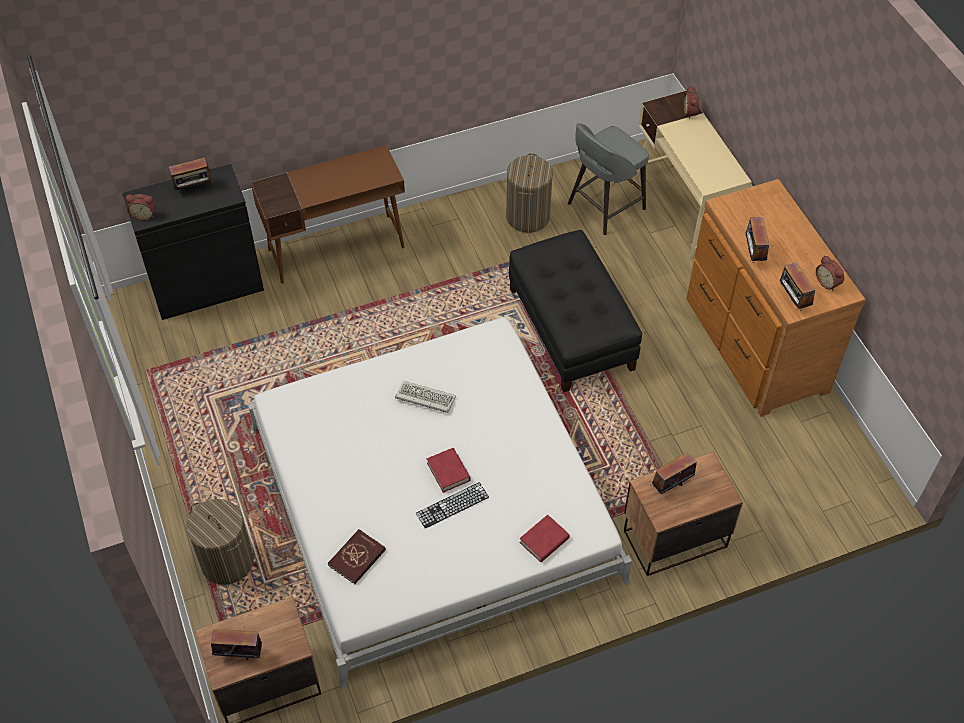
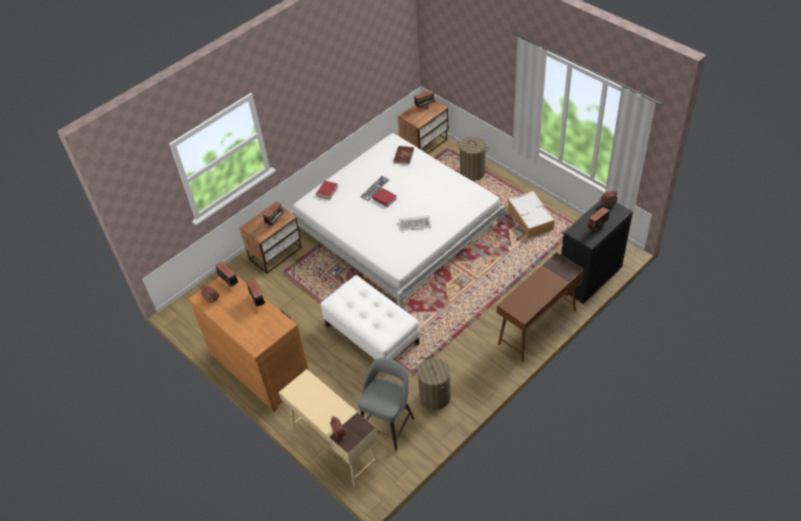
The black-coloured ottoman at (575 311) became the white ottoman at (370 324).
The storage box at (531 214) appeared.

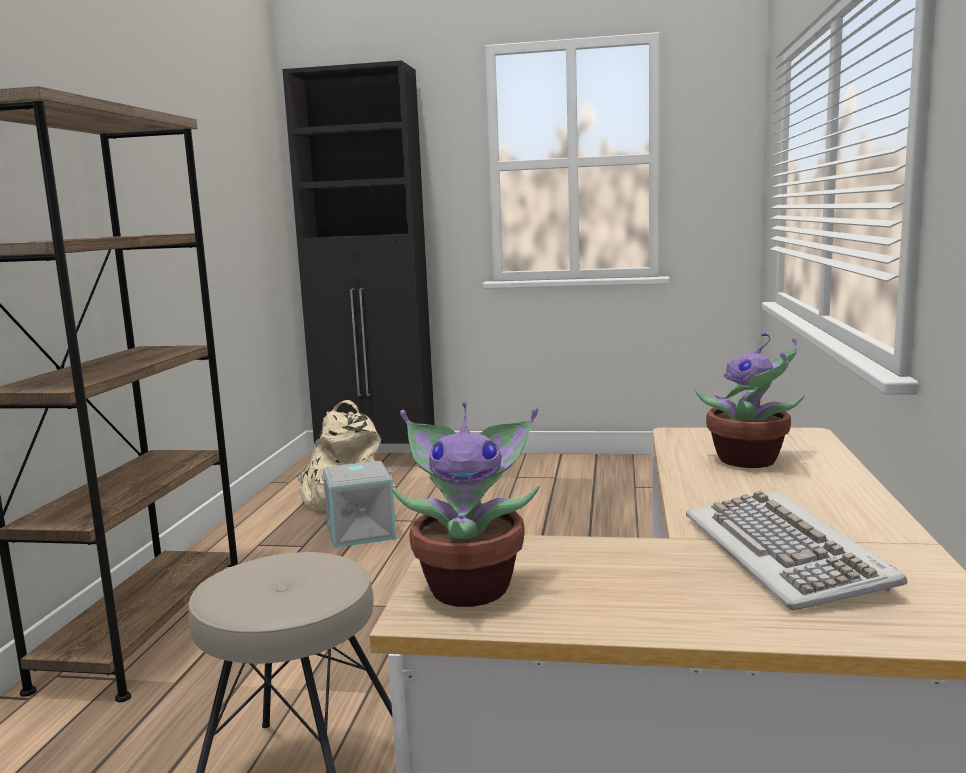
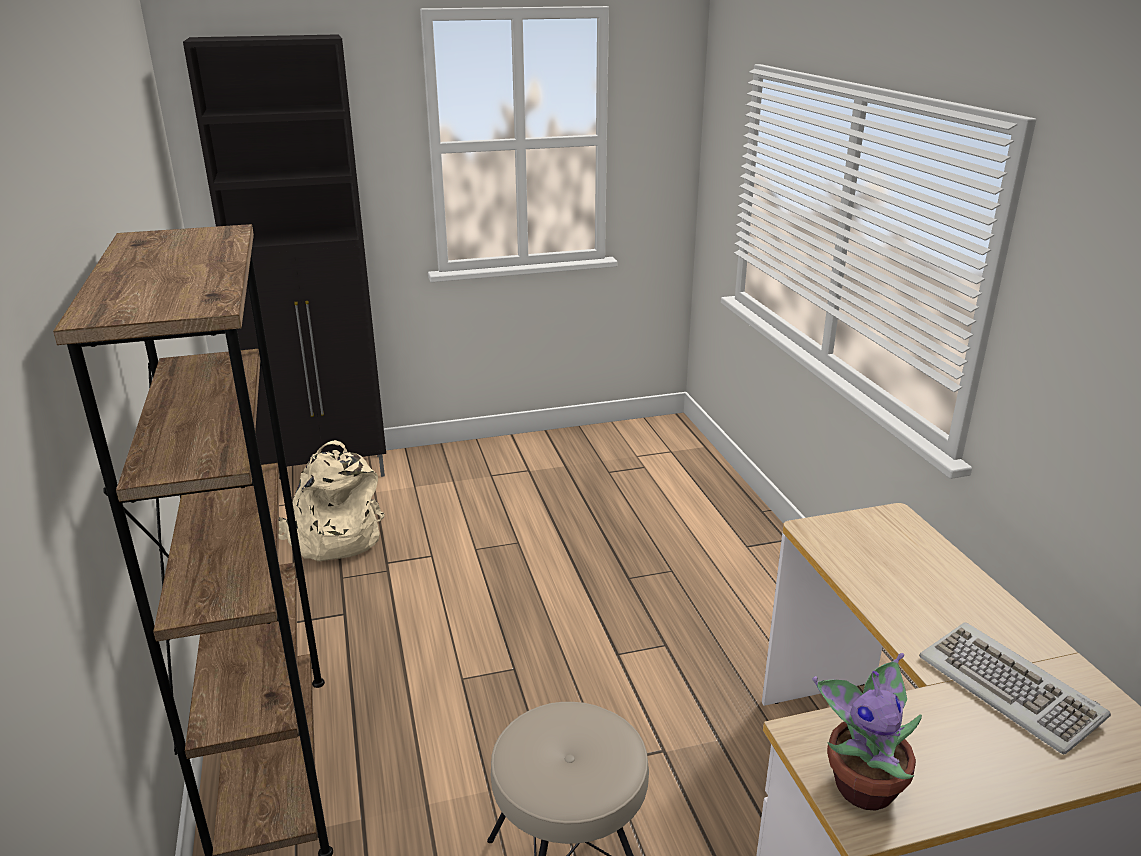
The grey storage box at (358 504) disappeared.
The potted plant at (749 400) disappeared.

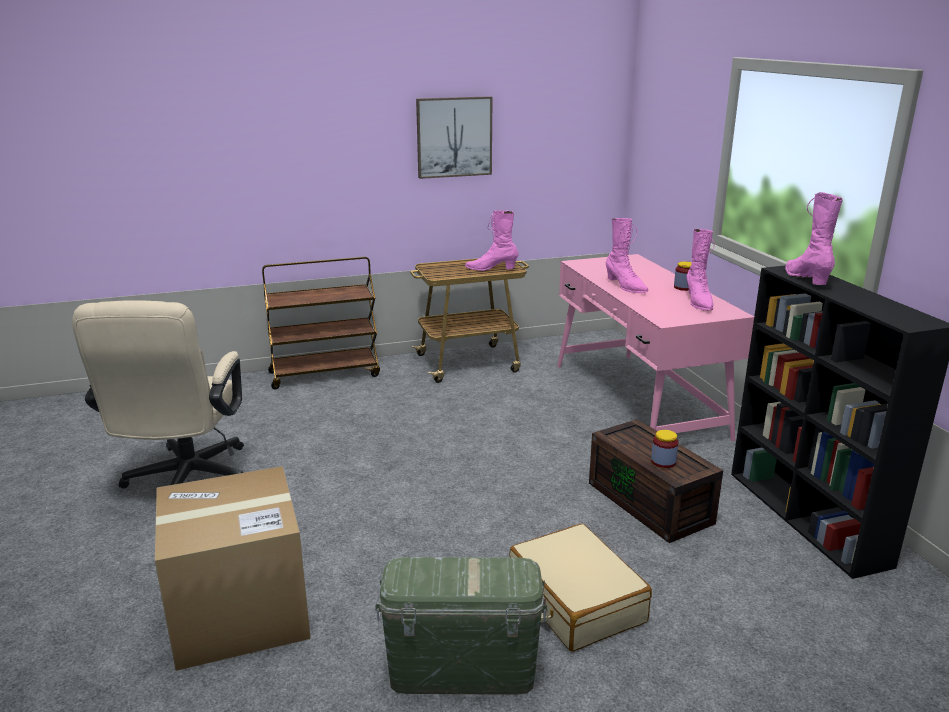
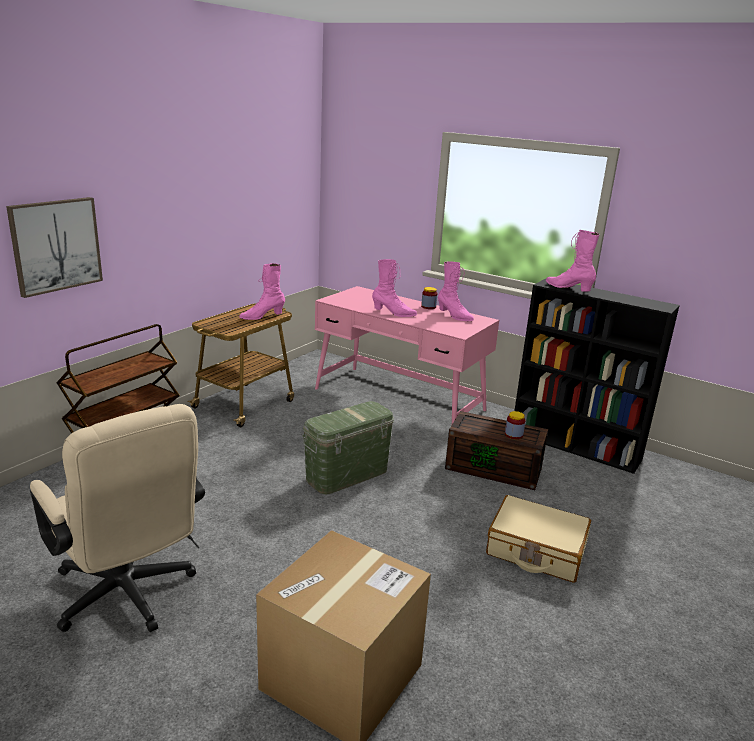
The greenish storage box moved from (461 626) to (348 448).
The wall picture moved from (454 137) to (54 247).

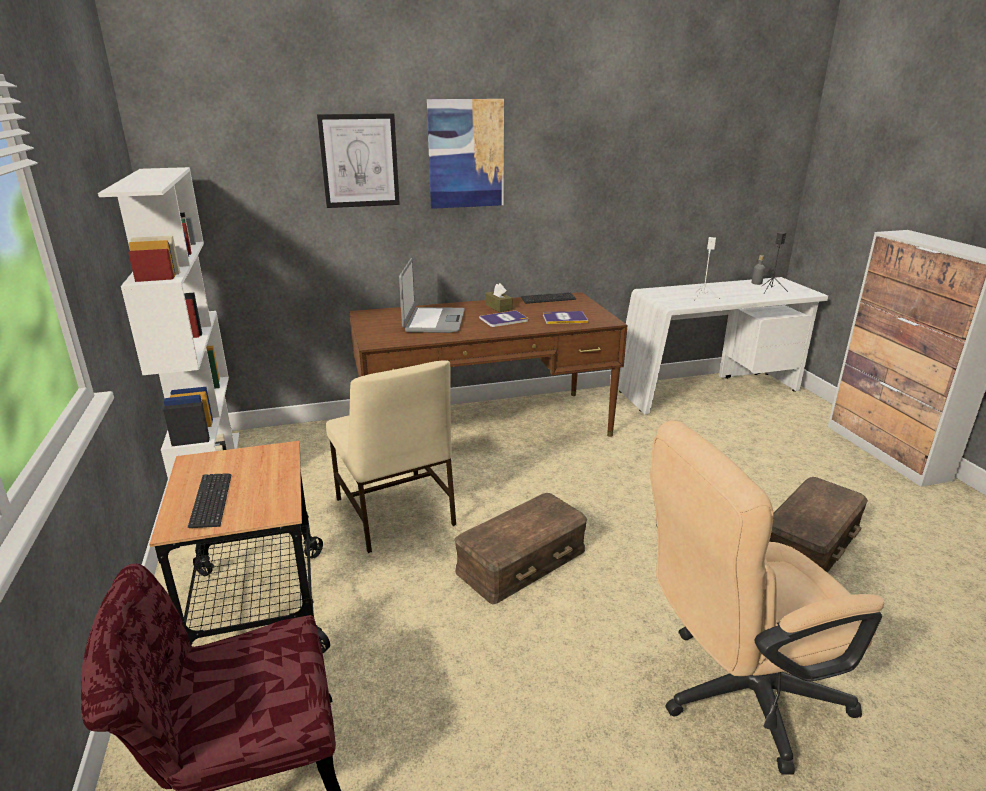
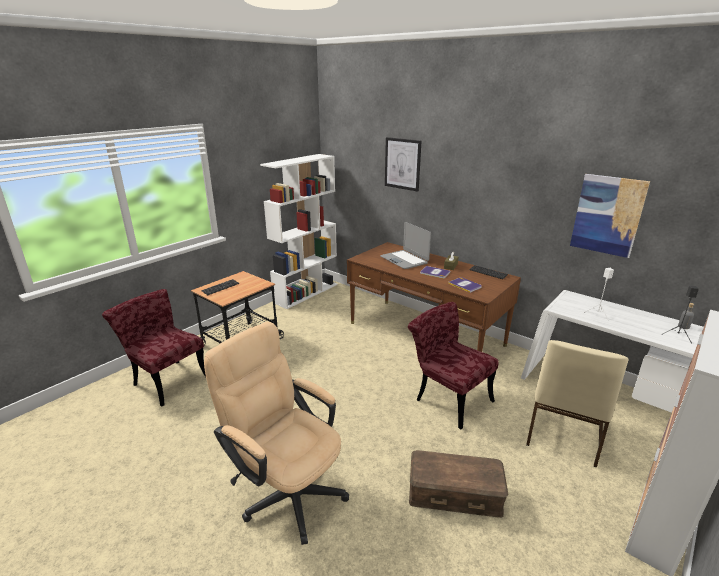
The beige plain chair moved from (391 456) to (577 404).
The laptop at (432 295) turned 90 degrees clockwise.
The wall picture moved from (465 154) to (610 216).
The brown-coloured storage box at (521 548) disappeared.
The red-coloured plain chair at (453 365) appeared.

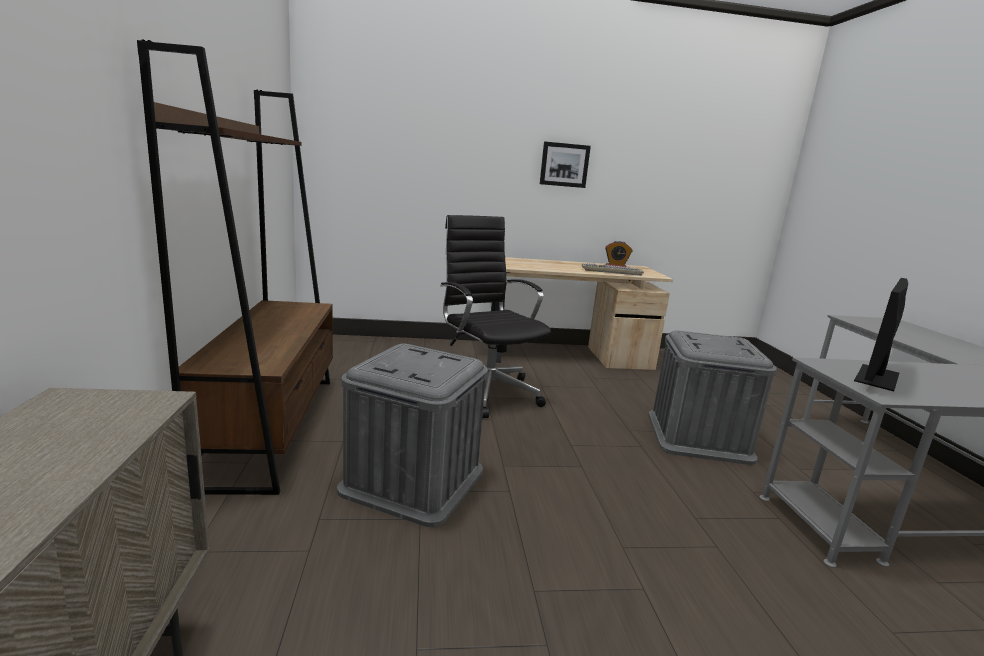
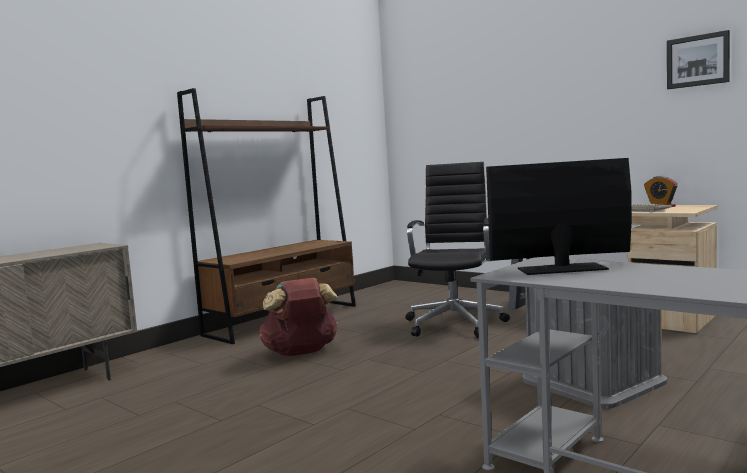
The grey storage box at (412 435) was replaced by the brown-coloured rucksack at (298 317).
The wall picture moved from (565 165) to (698 59).

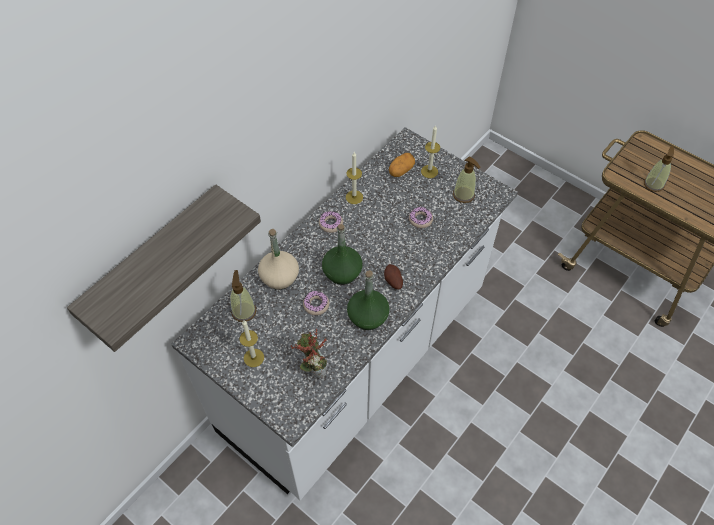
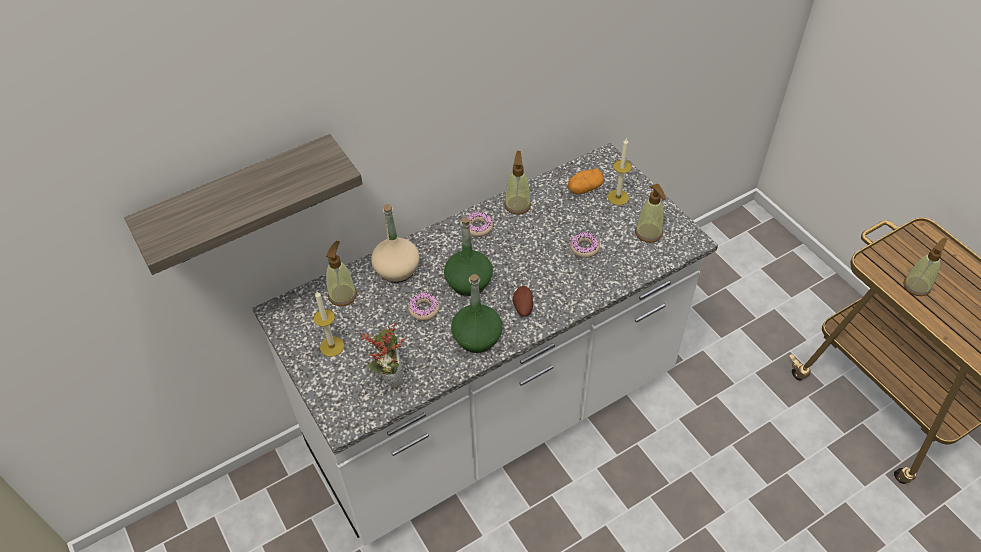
The wax light at (354 178) was replaced by the soap dispenser at (517 183).

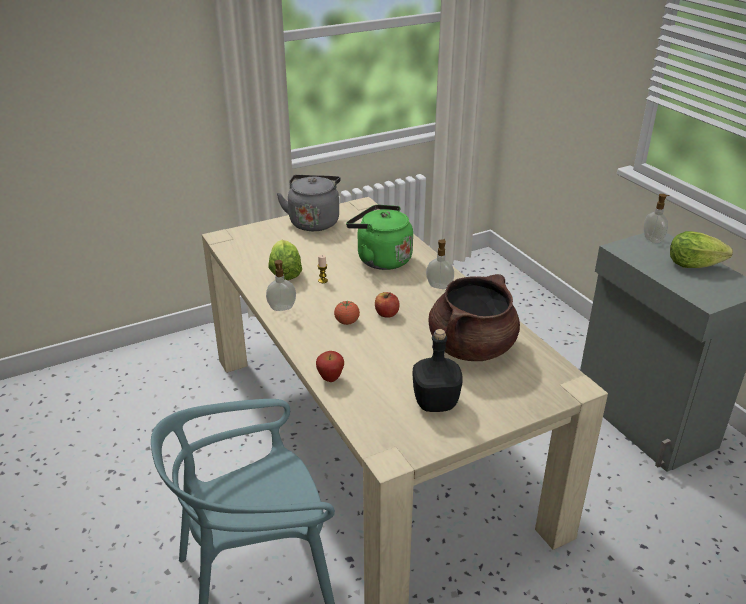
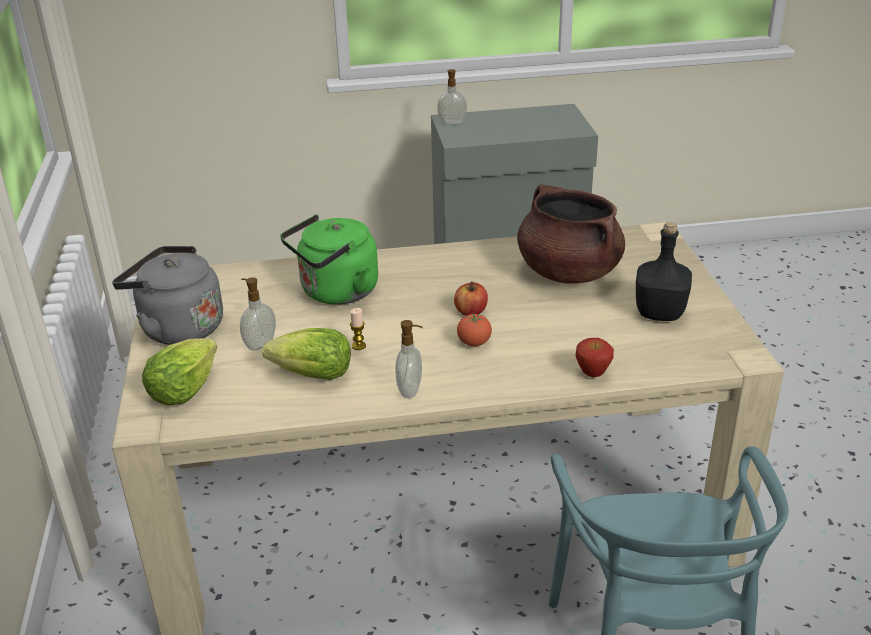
The soap dispenser moved from (440 264) to (258 314).
The lettuce head moved from (701 249) to (179 371).

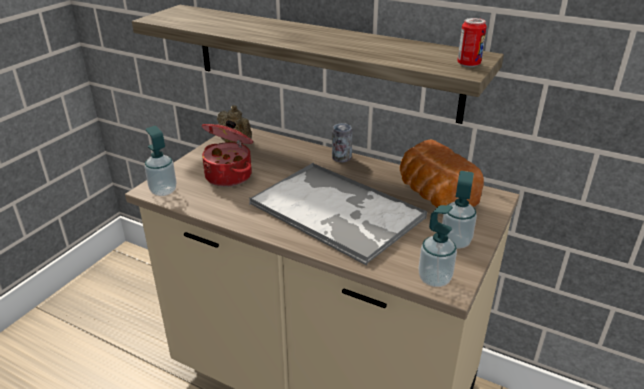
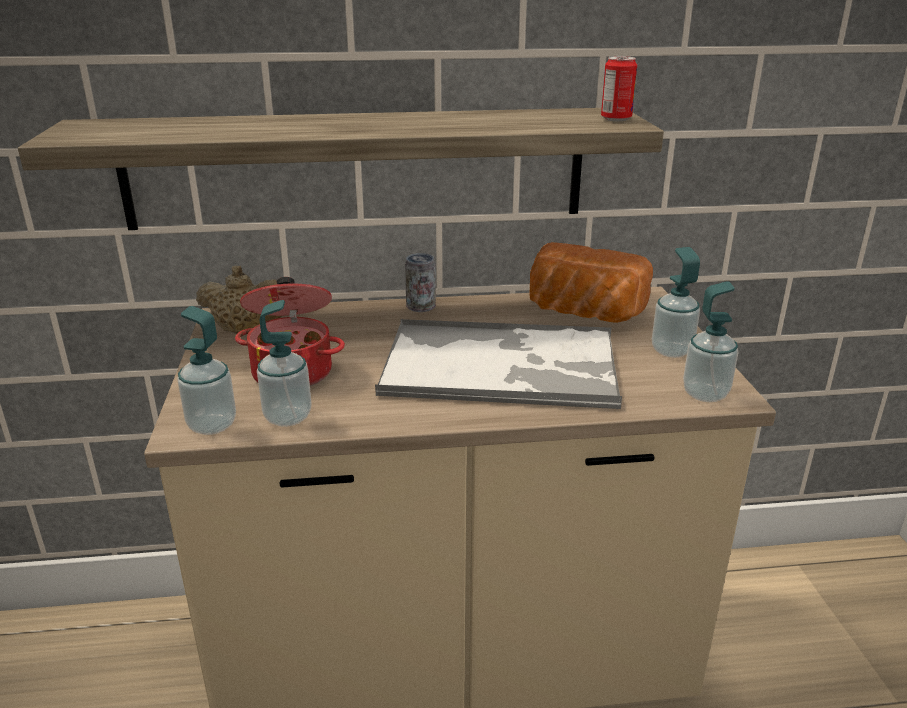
The soap dispenser at (284 363) appeared.

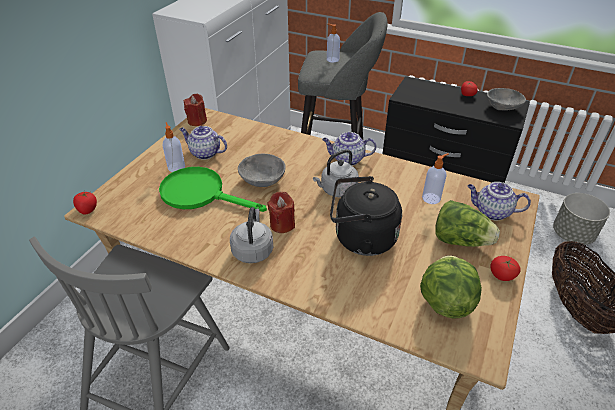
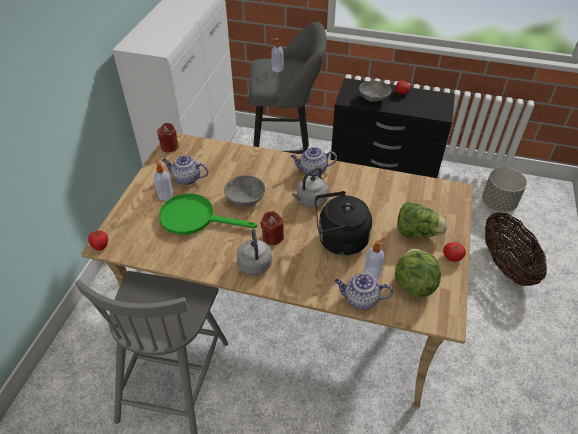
The soap dispenser moved from (435 178) to (374 258).
The teapot moved from (499 201) to (363 291).
The grey serving bowl moved from (506 99) to (375 91).

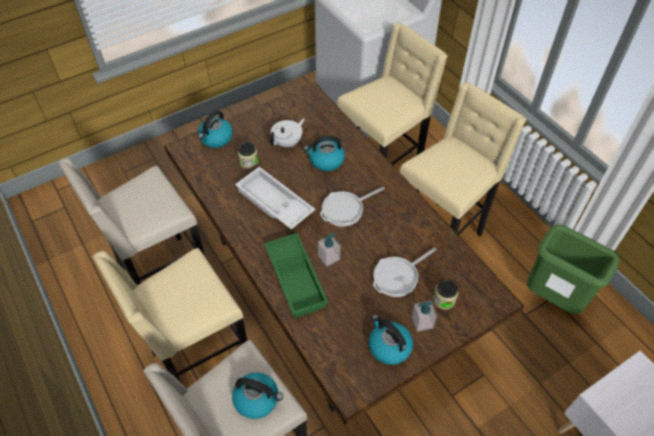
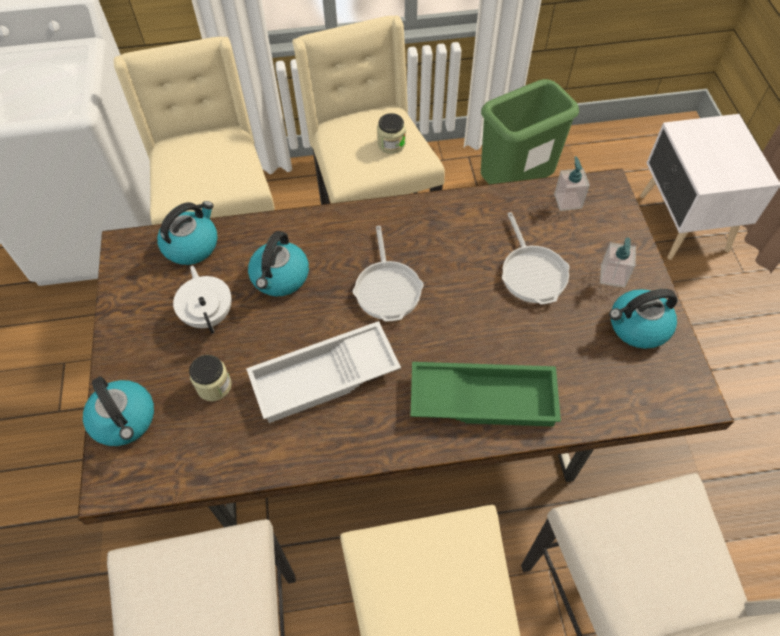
The water kettle moved from (257 395) to (187 233).
The soap dispenser moved from (329 250) to (572 184).
The storage jar moved from (445 295) to (391 133).

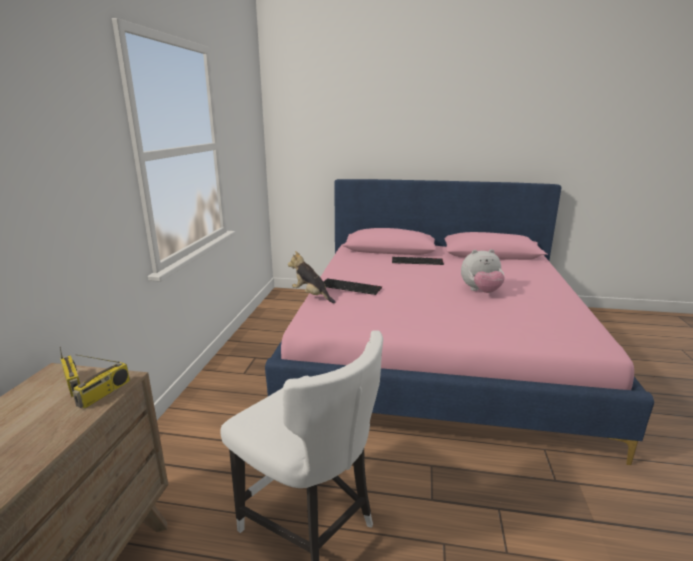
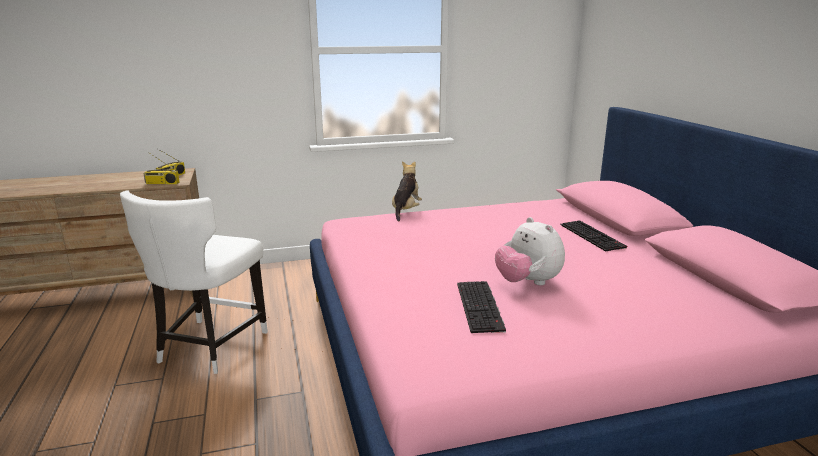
The keyboard moved from (353 287) to (481 307).

